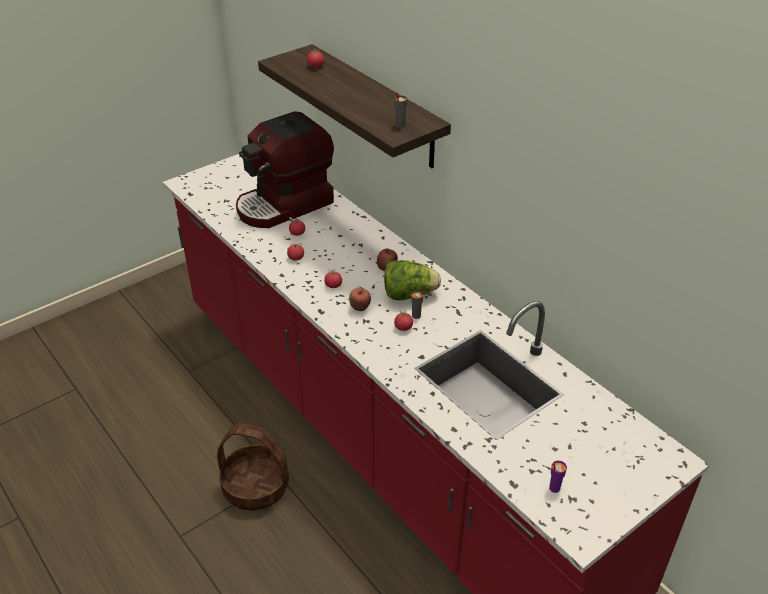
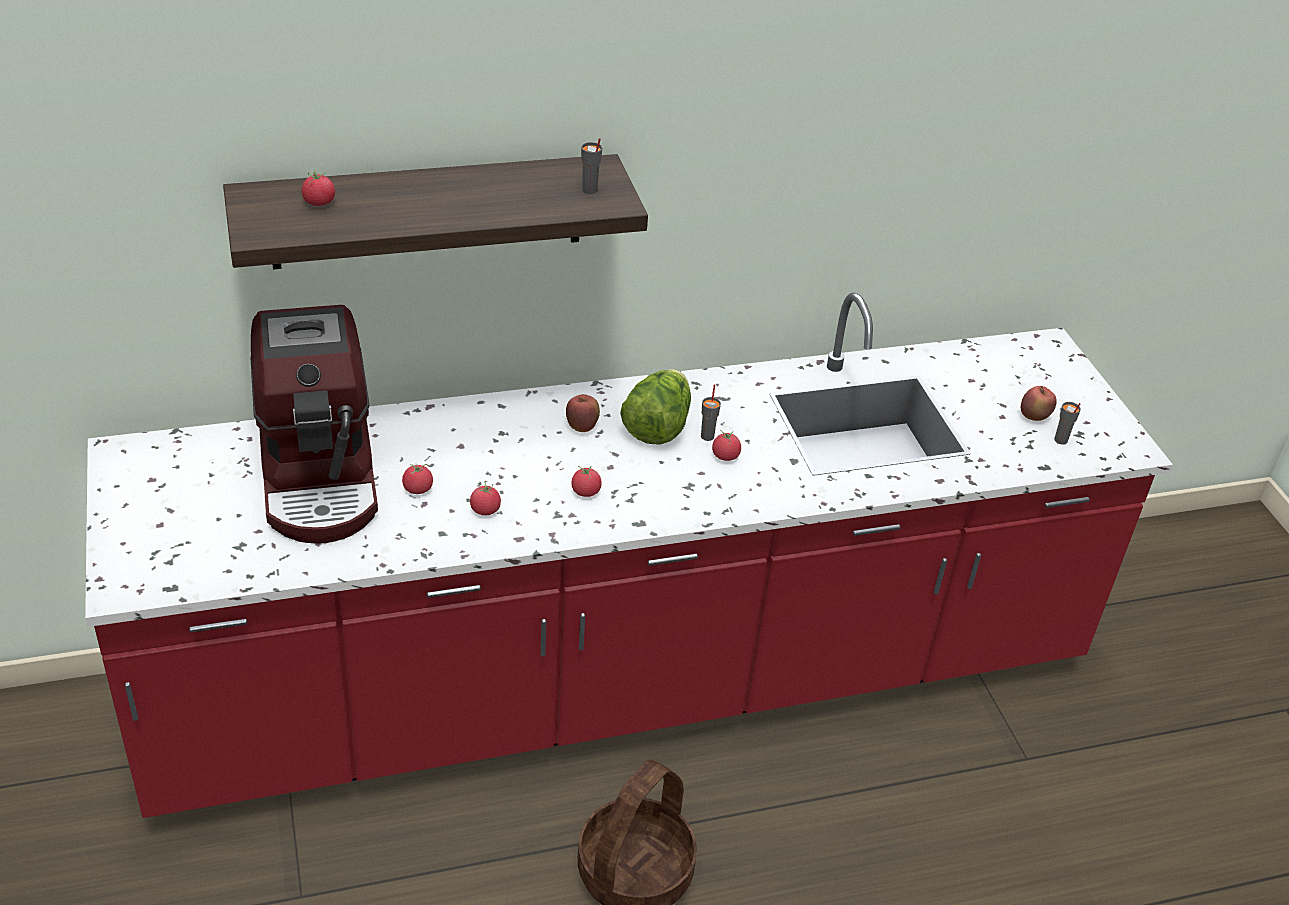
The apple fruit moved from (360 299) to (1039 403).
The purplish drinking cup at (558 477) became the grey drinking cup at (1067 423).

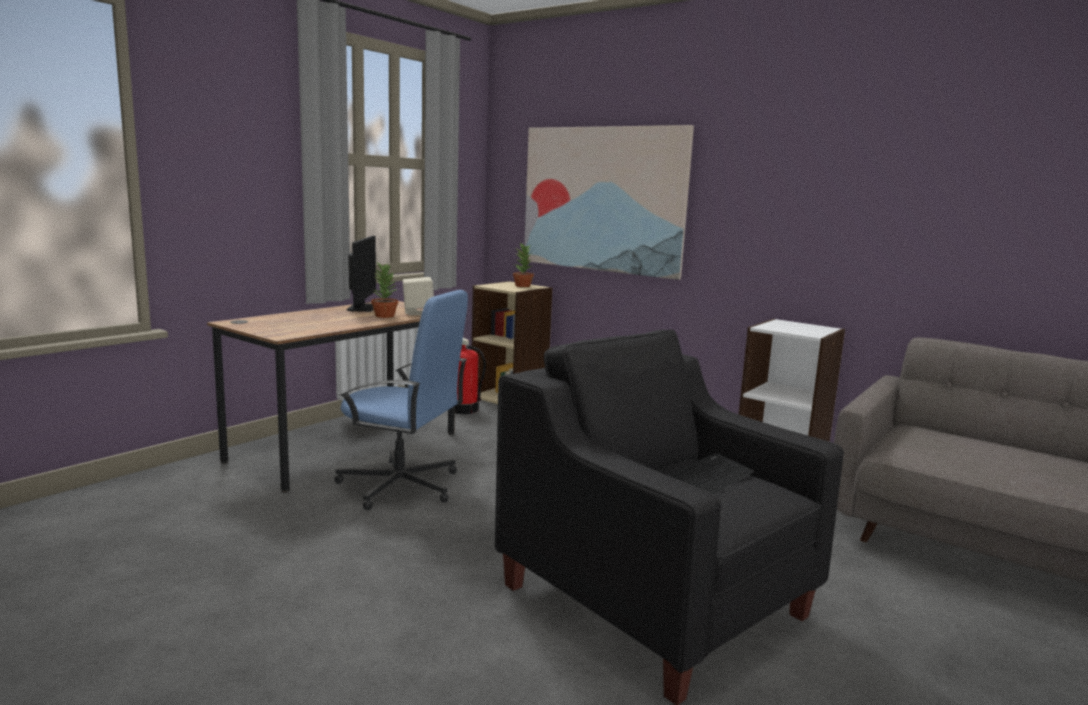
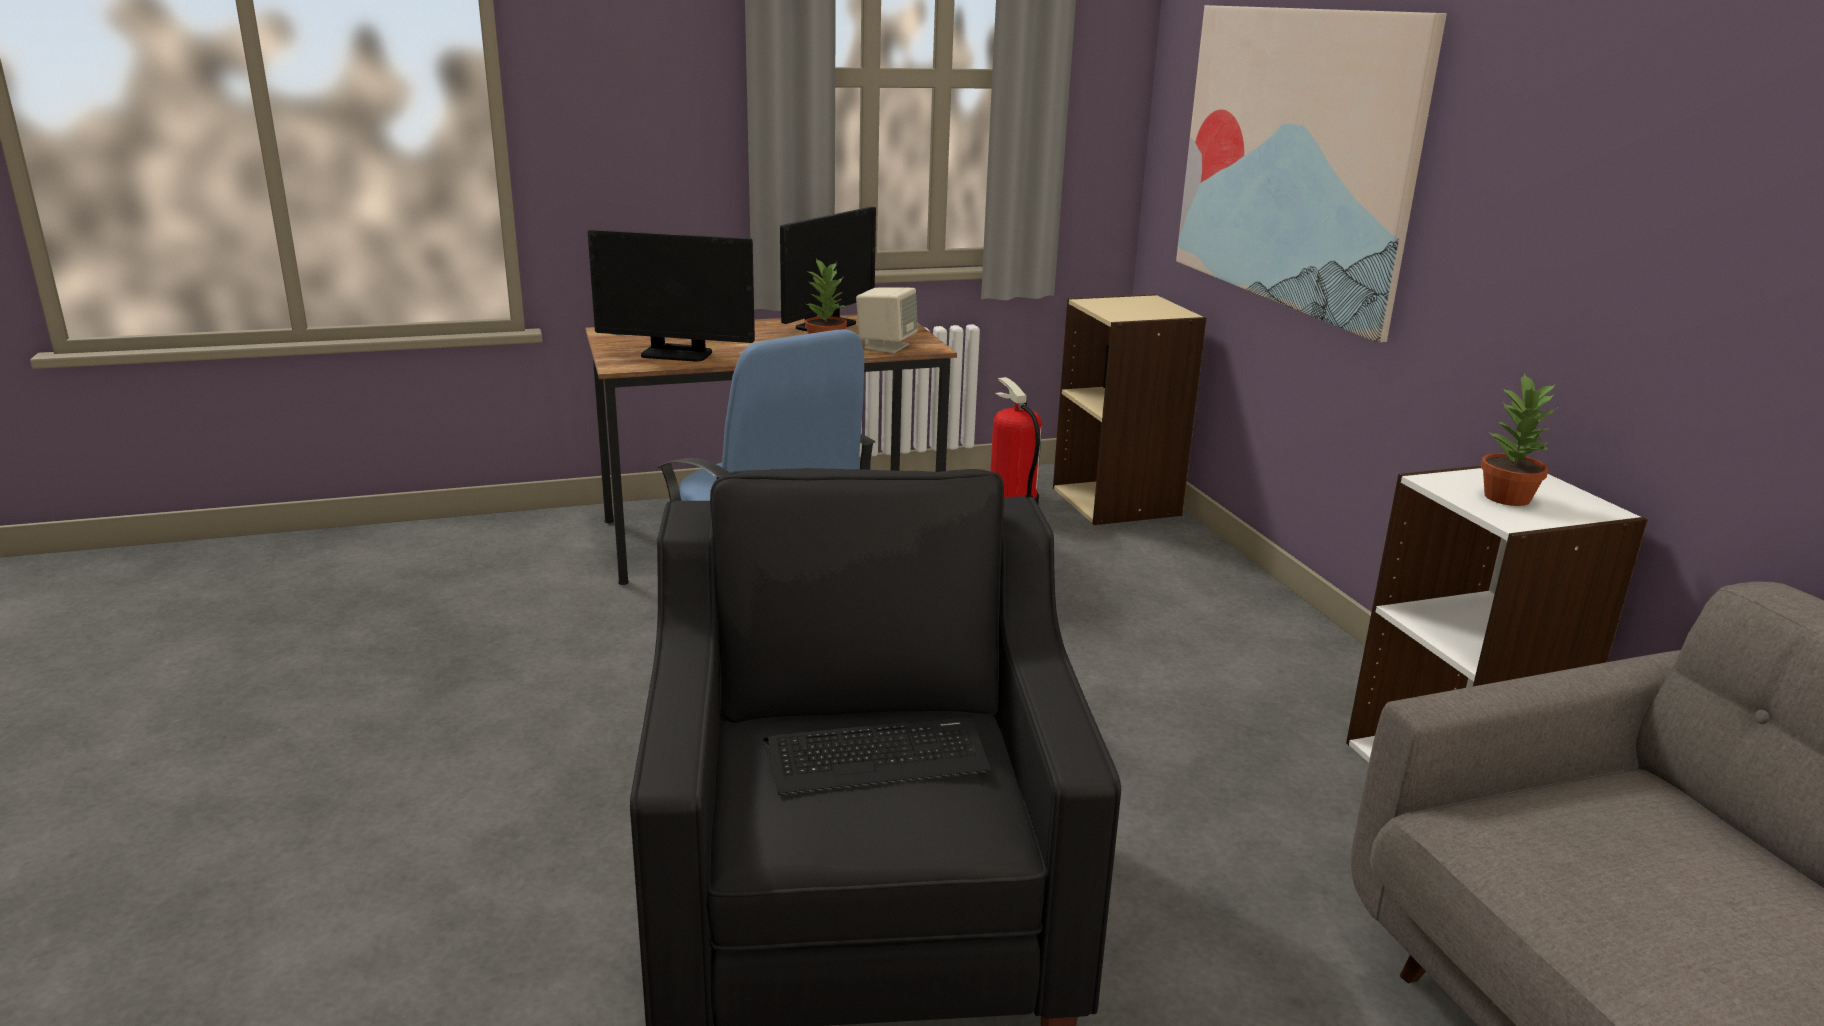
The potted plant moved from (523 264) to (1520 439).
The computer screen at (671 295) appeared.

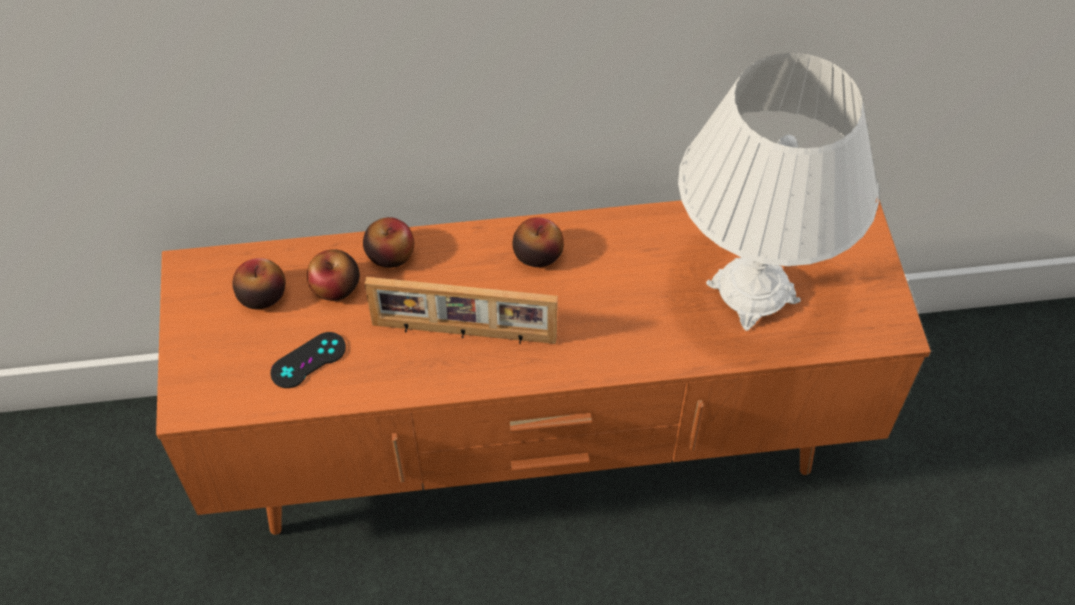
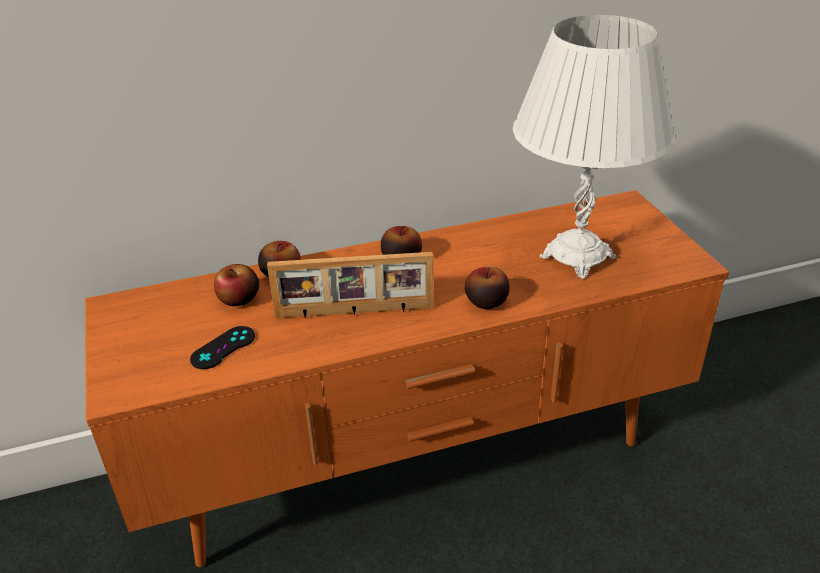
The apple fruit moved from (259 283) to (487 287).

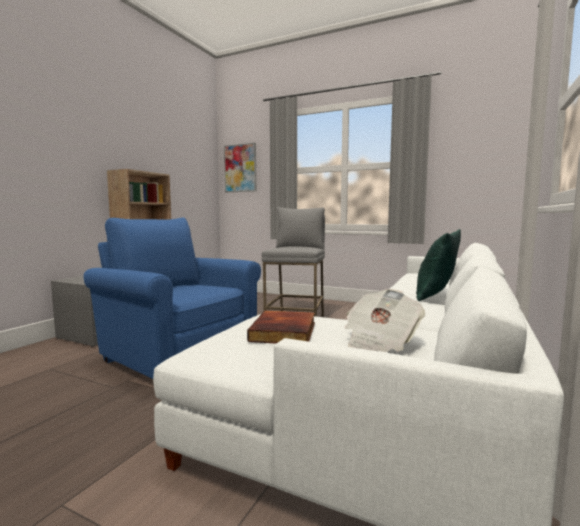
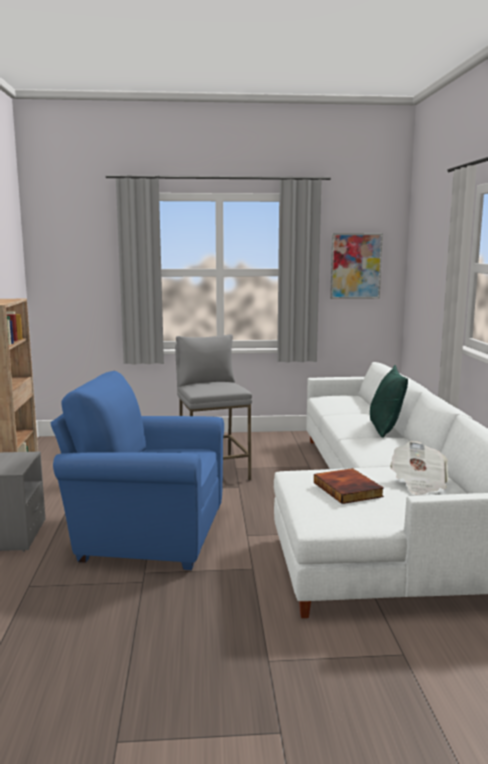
The wall picture moved from (240 168) to (356 266).

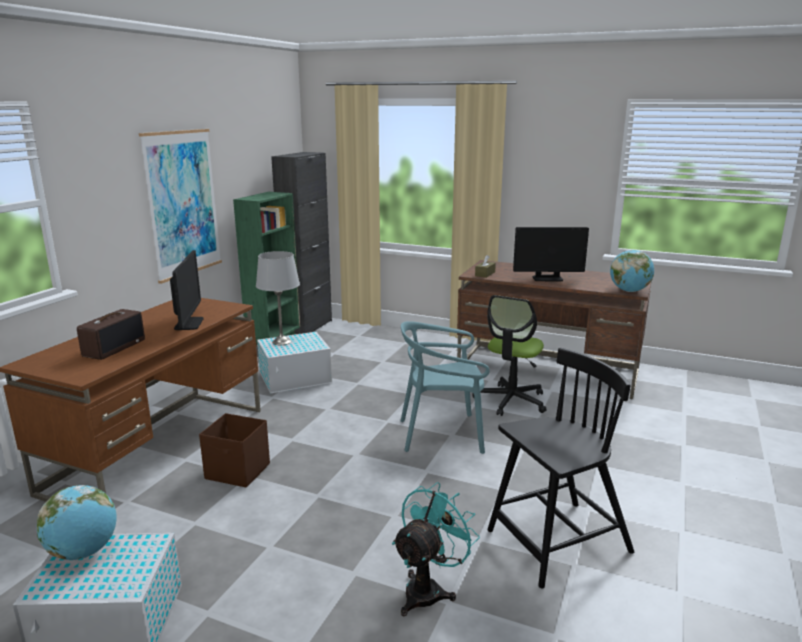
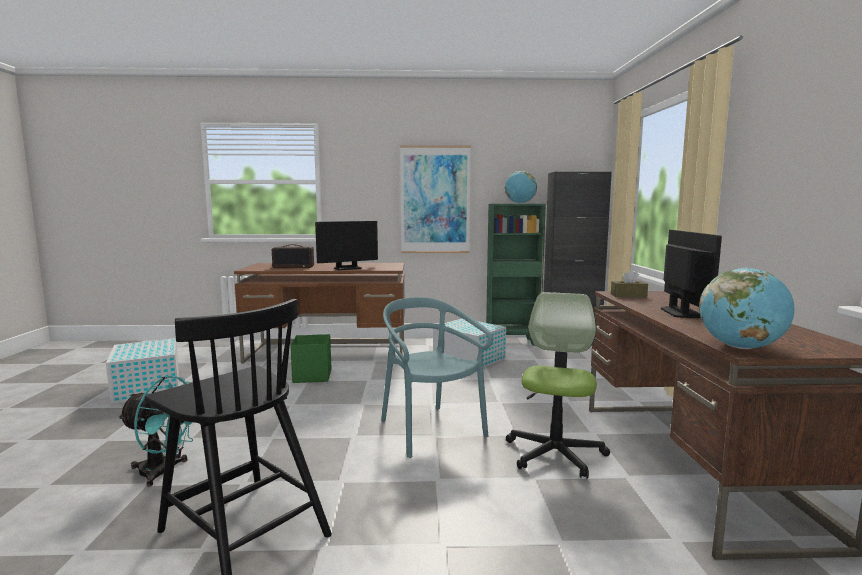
The desk globe moved from (77 522) to (521 187).
The brown-coloured storage box at (234 450) became the greenish storage box at (310 358).
The grey tabletop lamp at (278 298) disappeared.
The desk chair at (509 355) turned 105 degrees clockwise.
The computer screen at (551 254) turned 150 degrees counterclockwise.

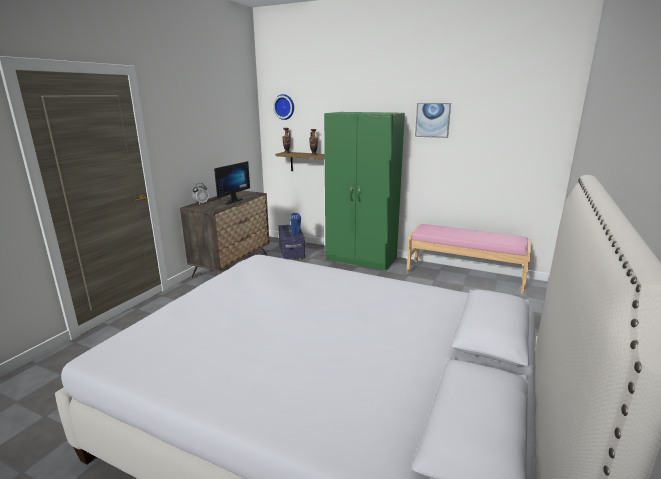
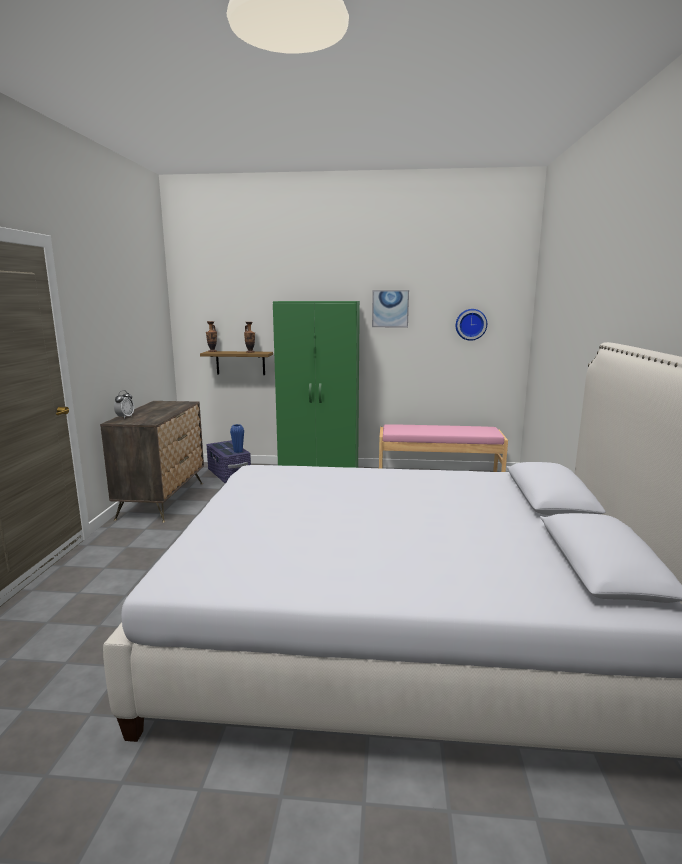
The computer screen at (232 183) disappeared.
The clock on the wall moved from (283 107) to (471 325).

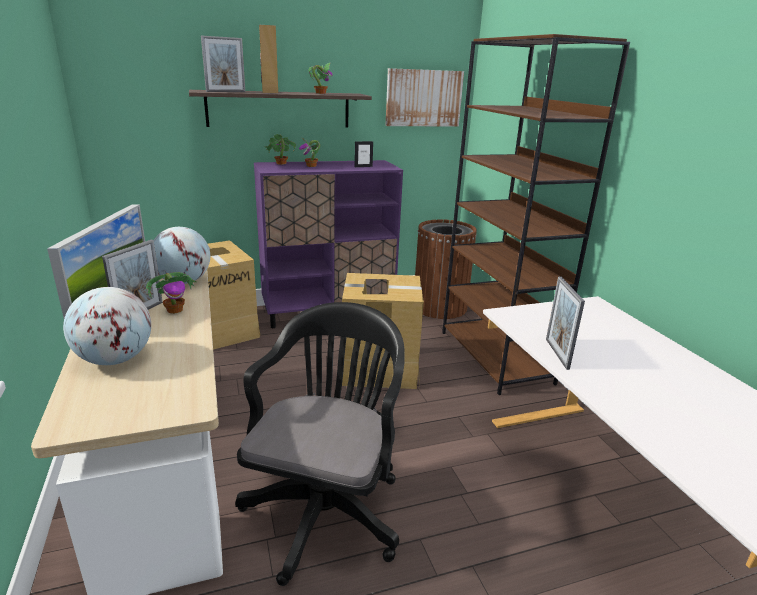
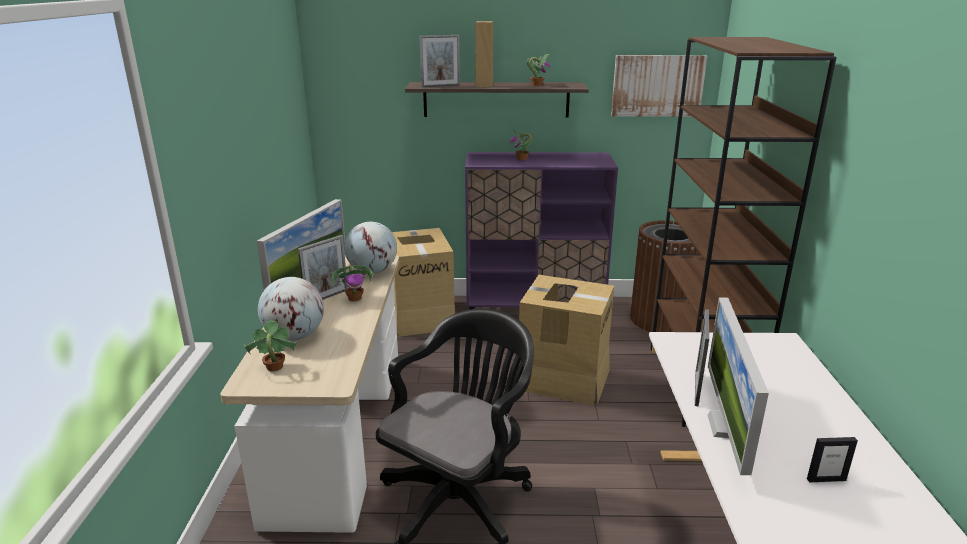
The potted plant moved from (281 149) to (271 345).
The standing frame moved from (363 154) to (832 459).
The computer screen at (738 386) appeared.

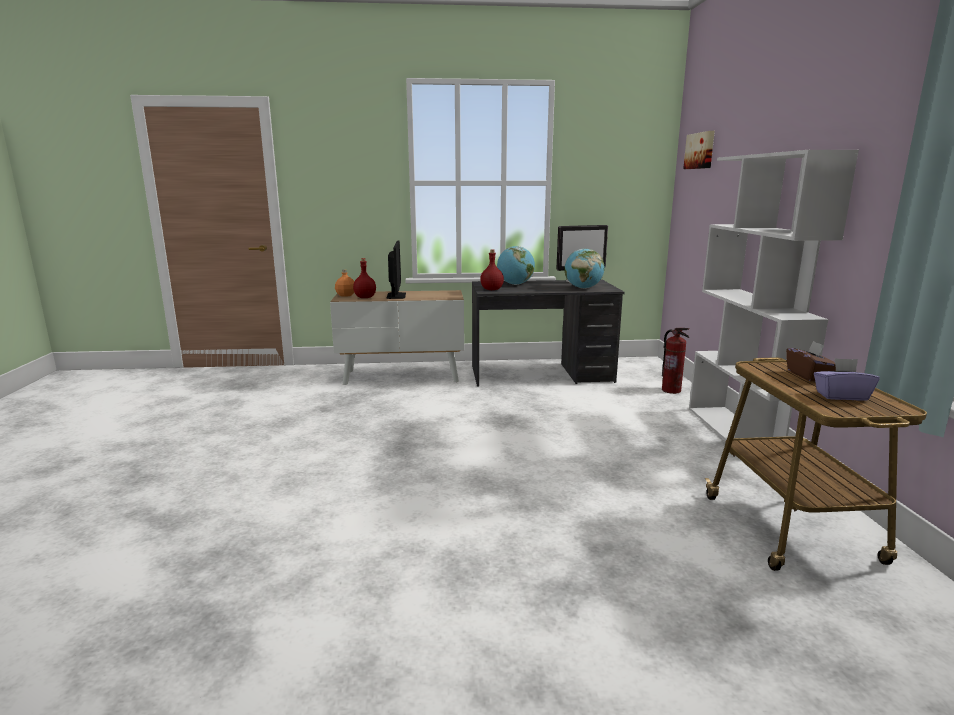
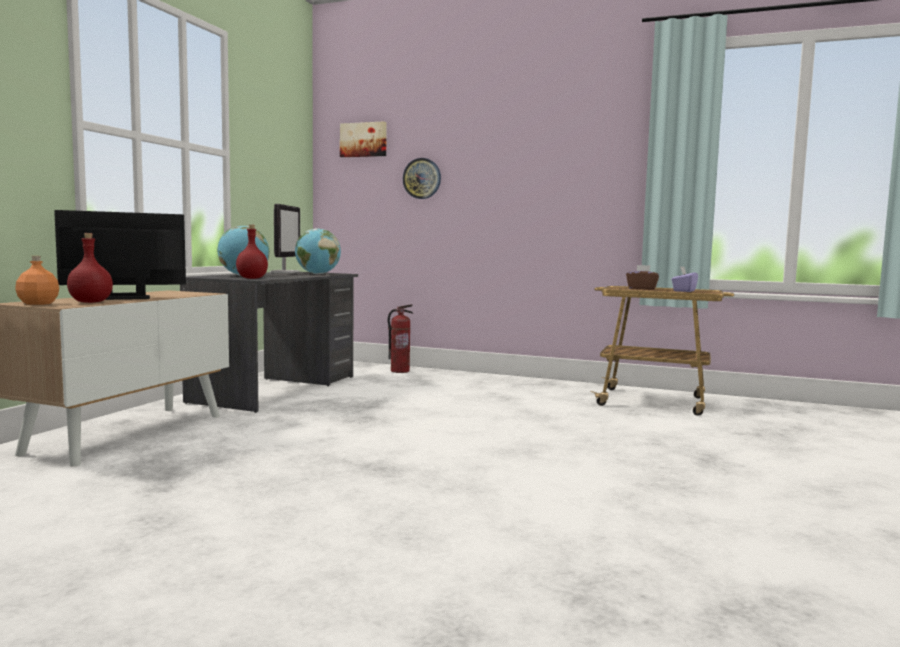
The computer screen at (396 269) turned 45 degrees counterclockwise.
The white bookshelf at (774 295) disappeared.
The clock on the wall at (422 178) appeared.

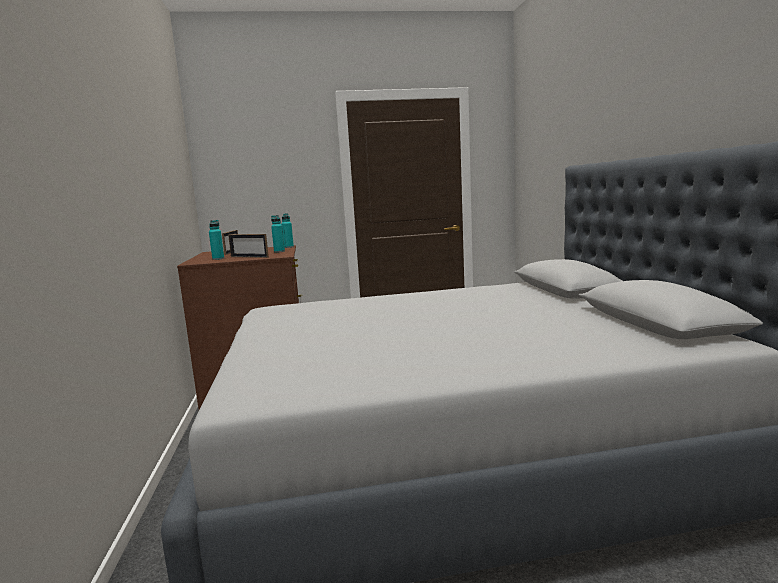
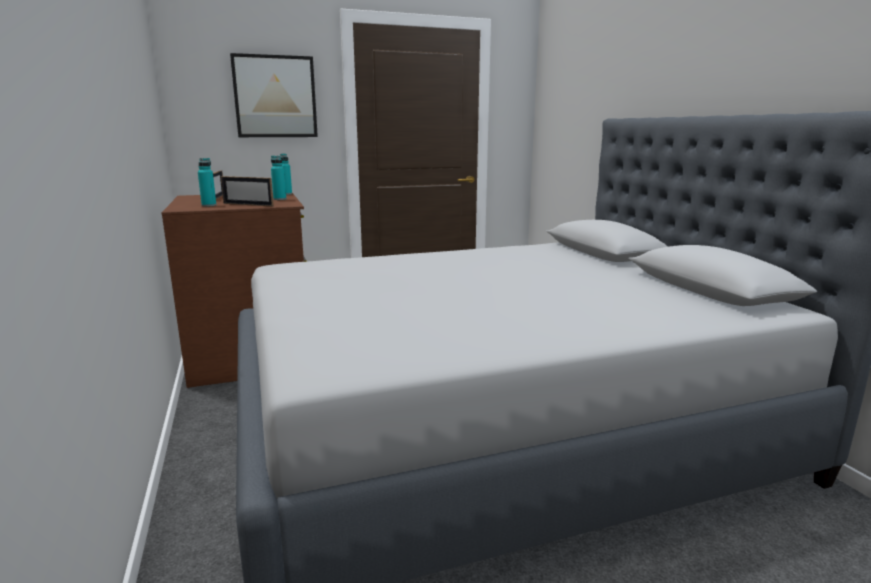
The wall picture at (274 95) appeared.

